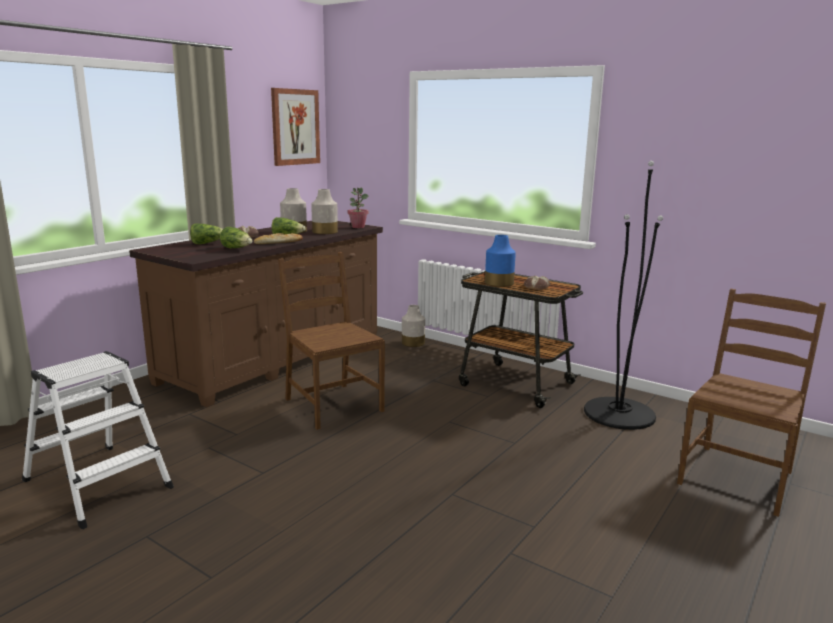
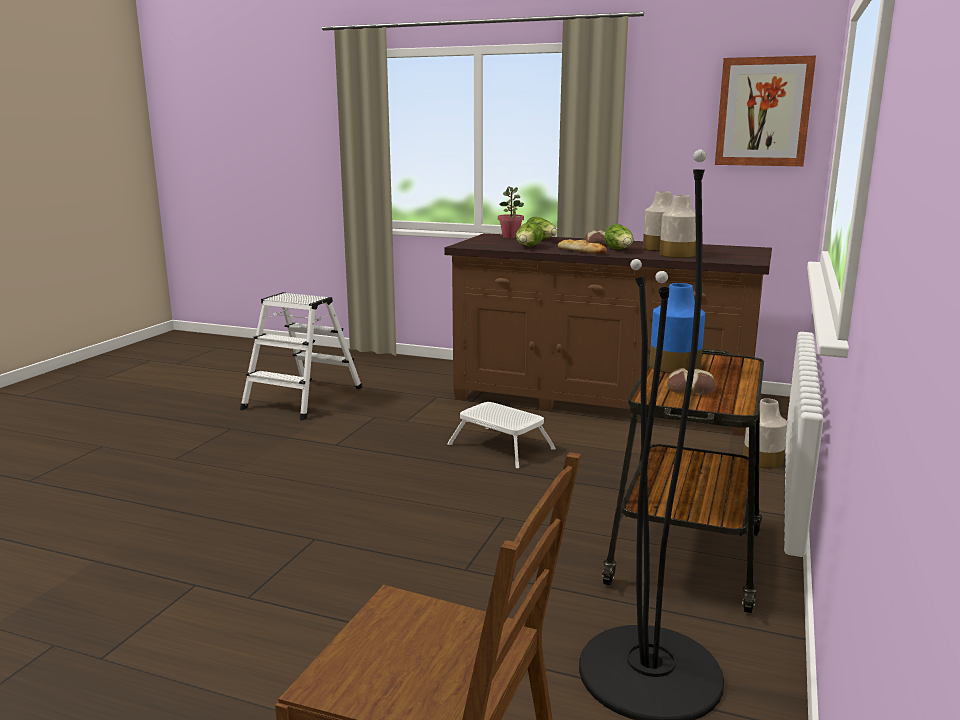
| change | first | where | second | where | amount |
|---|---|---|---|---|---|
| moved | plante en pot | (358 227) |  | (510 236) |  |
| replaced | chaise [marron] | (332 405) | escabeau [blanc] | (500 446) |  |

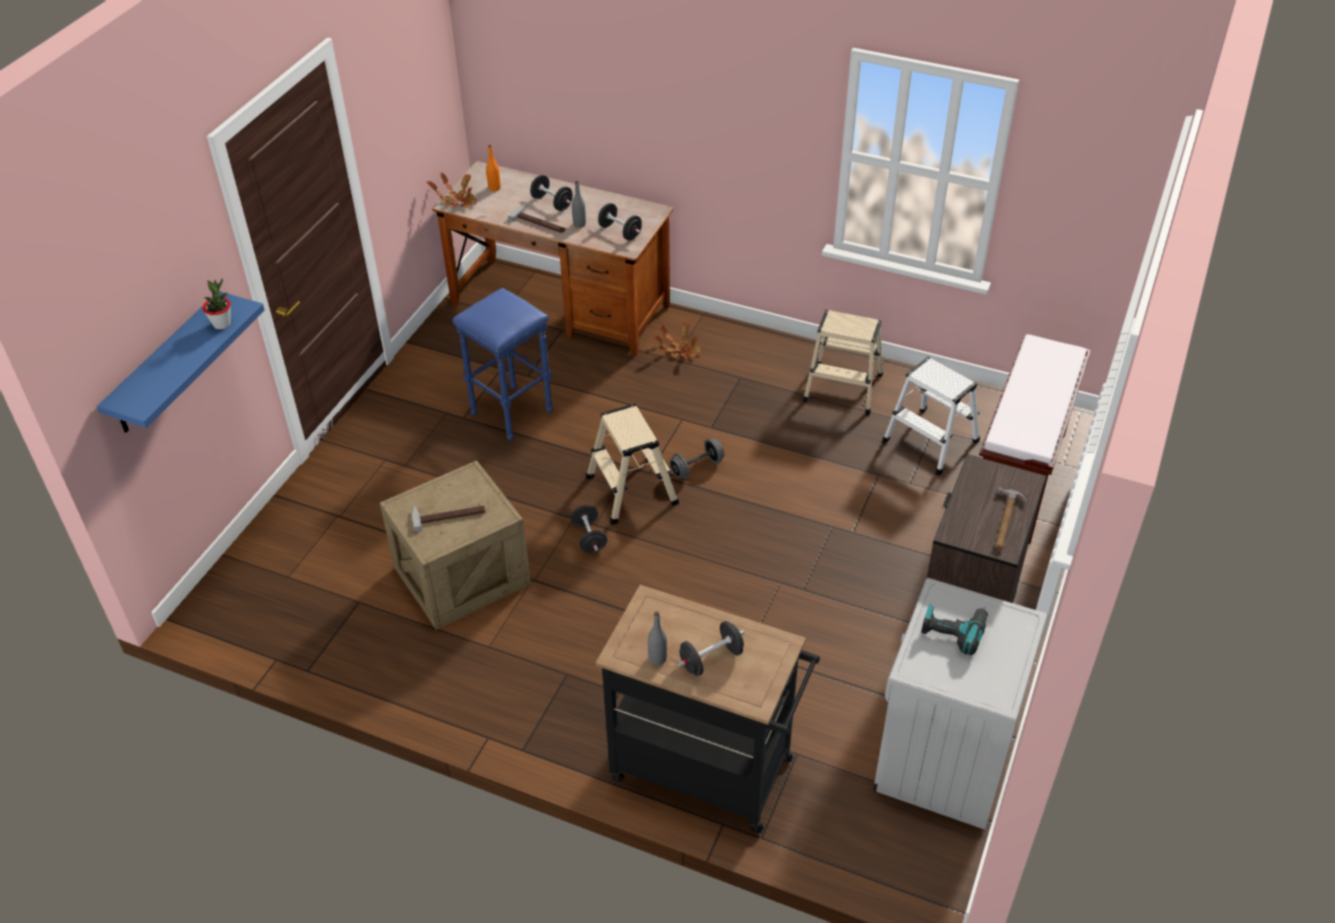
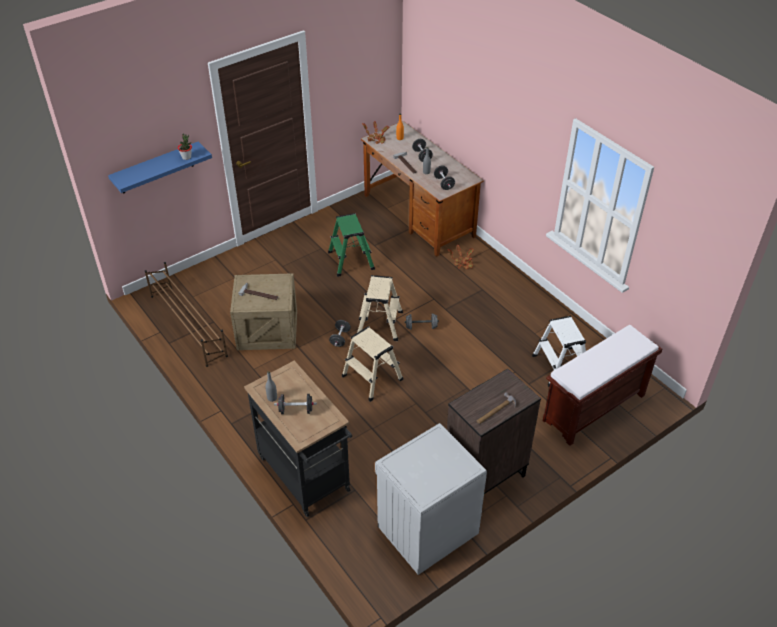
| change | first | where | second | where | amount |
|---|---|---|---|---|---|
| replaced | tabouret [bleu] | (509 412) | escabeau [vert] | (351 260) |  |
| moved | escabeau [beige] | (842 387) |  | (372 377) |  |
| removed | perceuse | (953 629) |  |  |  |
| added |  |  | étagère à chaussures [marron] | (188 325) |  |

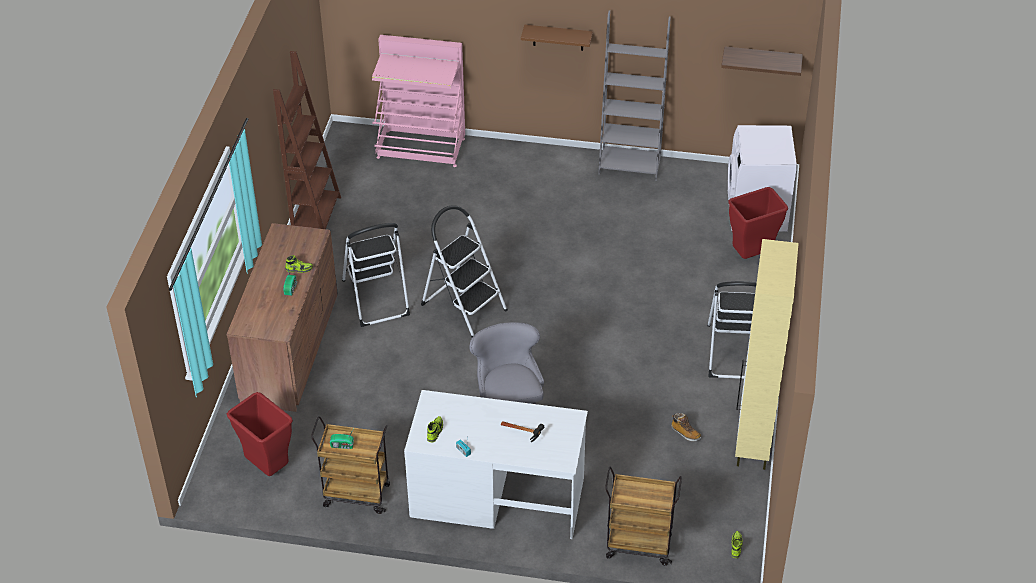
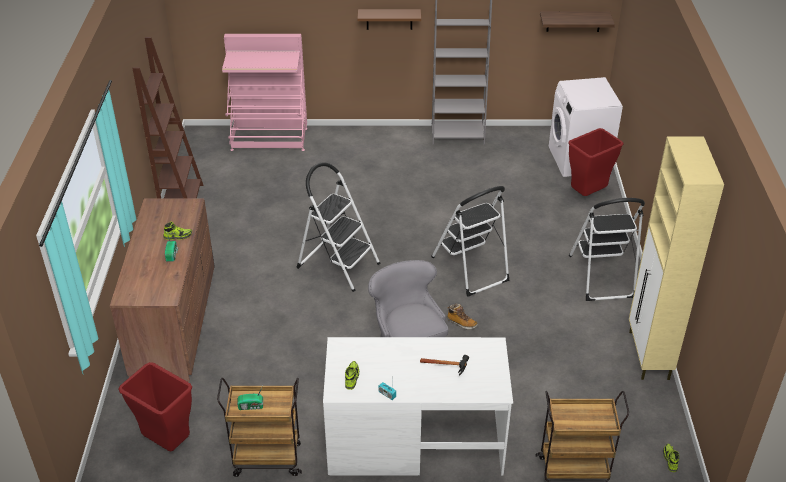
| change | first | where | second | where | amount |
|---|---|---|---|---|---|
| moved | escabeau | (375 299) |  | (470 270) |  |
| moved | botte | (685 433) |  | (461 323) |  |

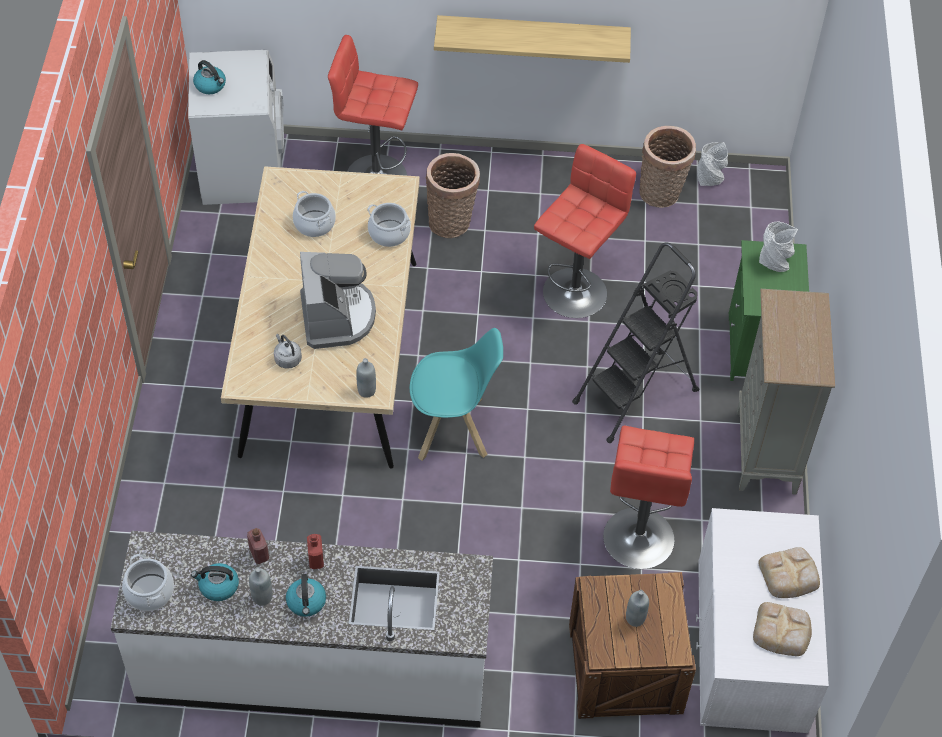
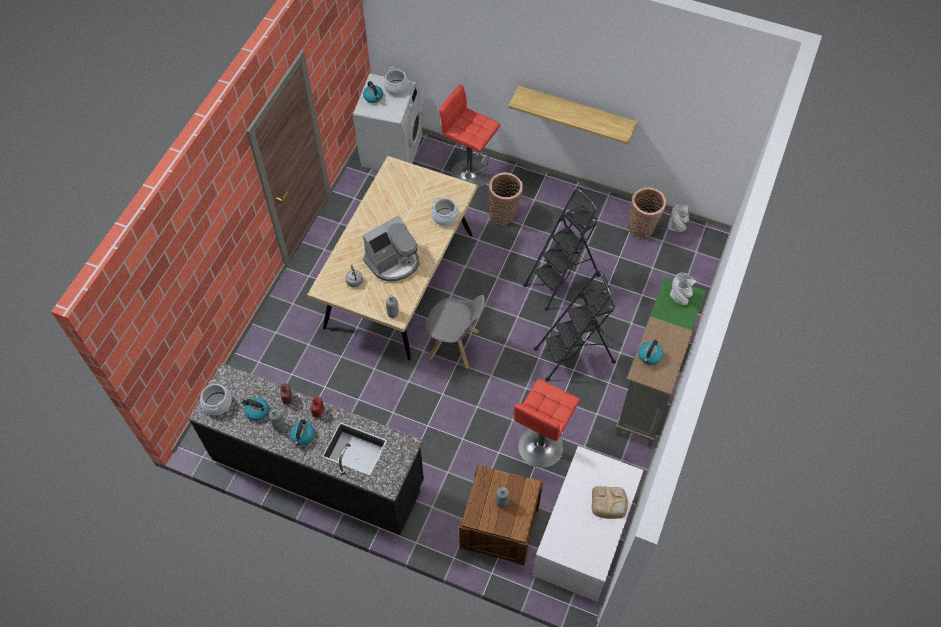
| change | first | where | second | where | amount |
|---|---|---|---|---|---|
| replaced | tabouret [rouge] | (575 293) | escabeau | (562 279) |  |
| moved | marmite | (314 224) |  | (396 87) |  |
| turned | machine à café | (337 317) |  | (393 262) | 45 degrees clockwise |
| recoloured | chaise [turquoise] | (453 428) | chaise [gris] | (455 345) |  |
| recoloured | comptoir de cuisine [blanc] | (314 668) | comptoir de cuisine [noir] | (318 470) |  |
| removed | pain | (782 632) |  |  |  |
| added |  |  | bouilloire | (649 356) |  |

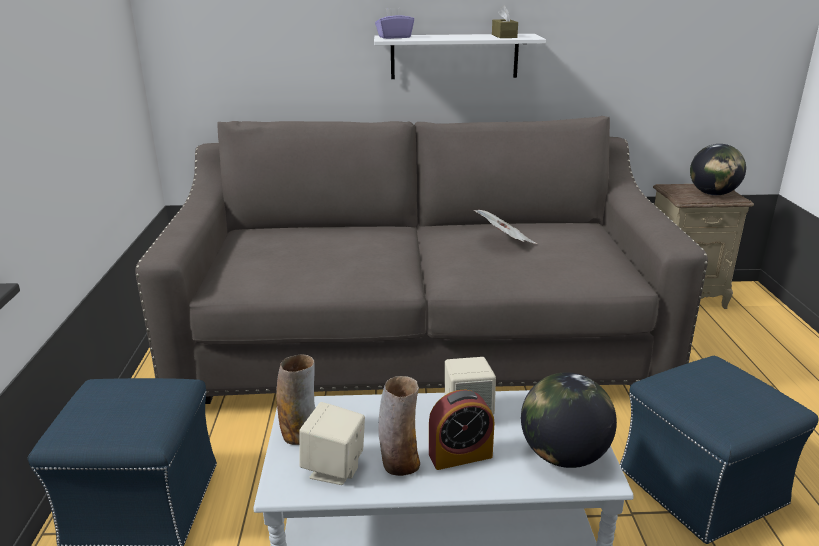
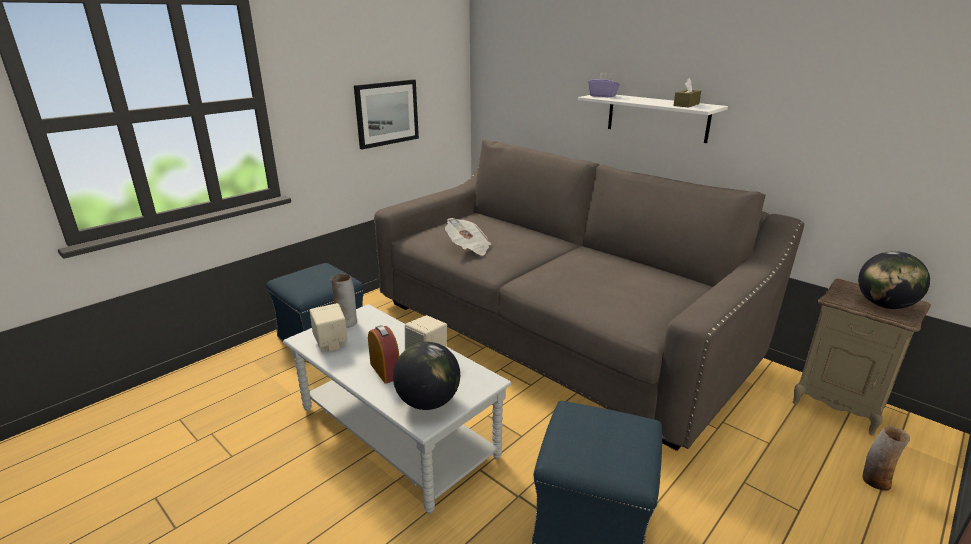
| change | first | where | second | where | amount |
|---|---|---|---|---|---|
| moved | journal | (505 242) |  | (468 248) |  |
| moved | vase | (399 464) |  | (875 481) |  |
| turned | réveil | (460 455) |  | (385 370) | 150 degrees counterclockwise |
| added |  |  | tableau | (387 113) |  |

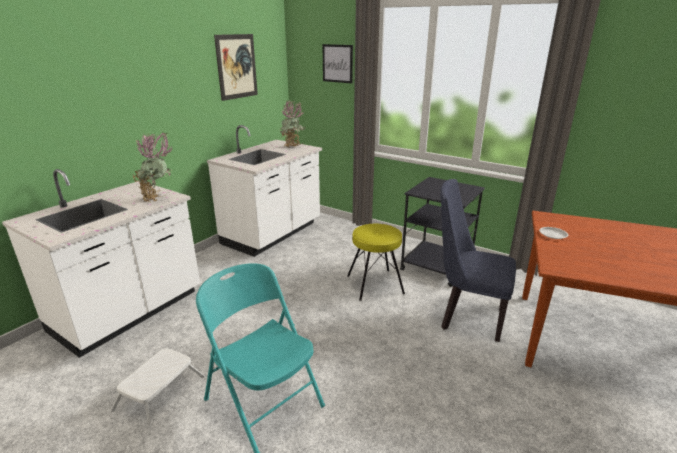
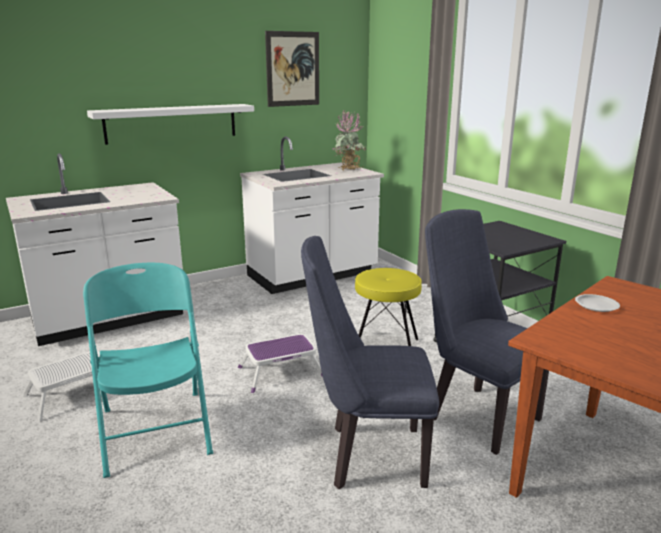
| change | first | where | second | where | amount |
|---|---|---|---|---|---|
| removed | tableau | (337 63) |  |  |  |
| removed | plante en pot | (159 199) |  |  |  |
| added |  |  | étagère [blanc] | (172 123) |  |
| added |  |  | chaise [bleu] | (367 456) |  |
| added |  |  | escabeau [violet] | (281 372) |  |

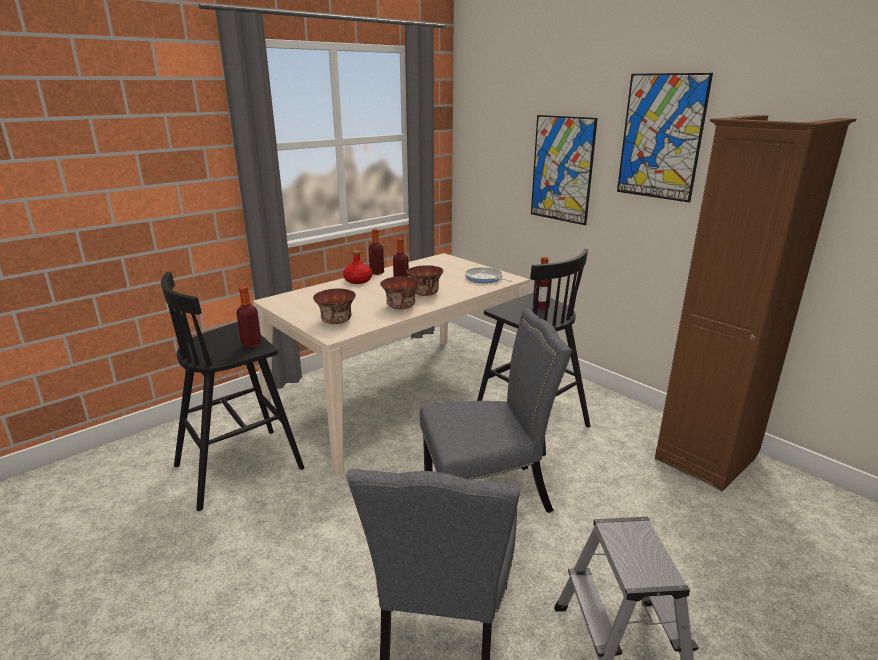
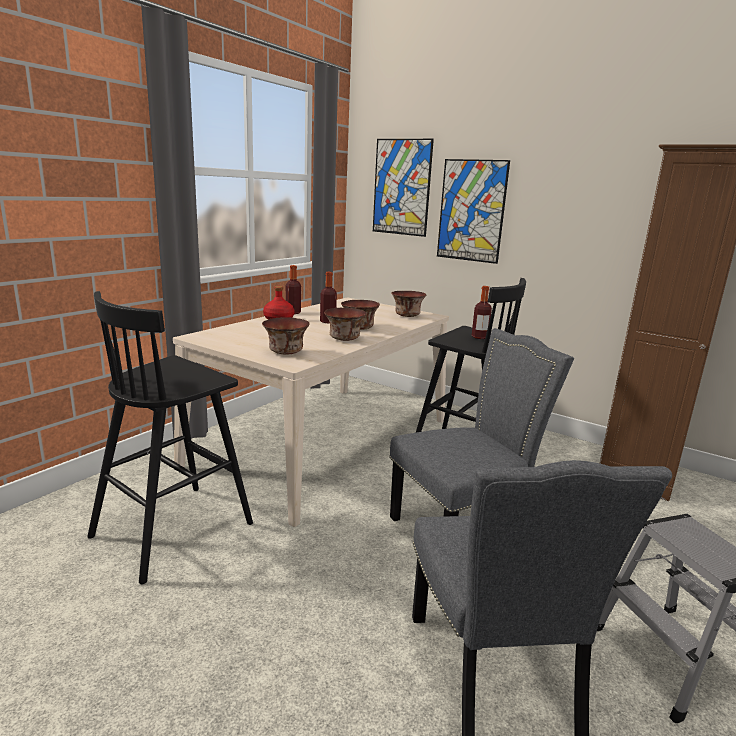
| change | first | where | second | where | amount |
|---|---|---|---|---|---|
| moved | tableau | (661 137) |  | (401 187) |  |
| replaced | poêle | (485 278) | bol | (407 316) |  |
| removed | bouteille | (251 344) |  |  |  |

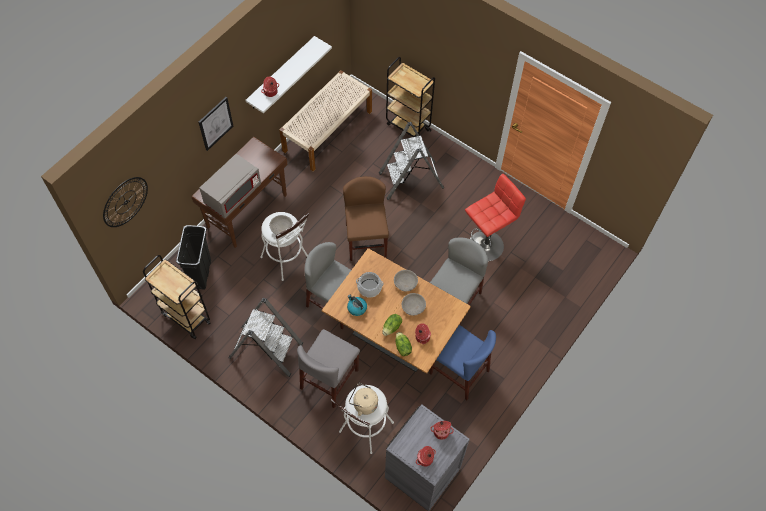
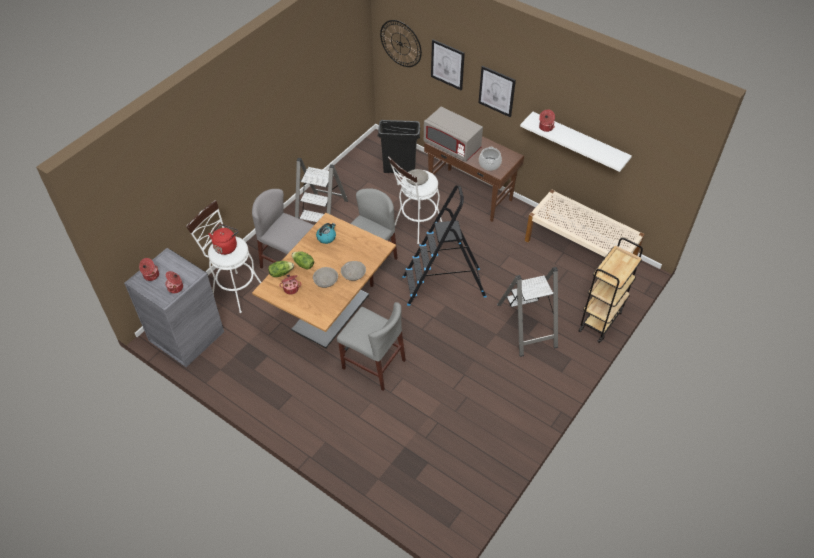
| change | first | where | second | where | amount |
|---|---|---|---|---|---|
| removed | tabouret [rouge] | (486 246) |  |  |  |
| replaced | chaise [marron] | (366 241) | escabeau [noir] | (443 287) |  |
| removed | chariot [marron] | (186 319) |  |  |  |
| moved | marmite | (369 288) |  | (489 164) |  |
| removed | chaise [bleu] | (459 372) |  |  |  |
| recoloured | bouilloire [beige] | (363 404) | bouilloire [rouge] | (226 246) |  |
| added |  |  | tableau | (447 64) |  |

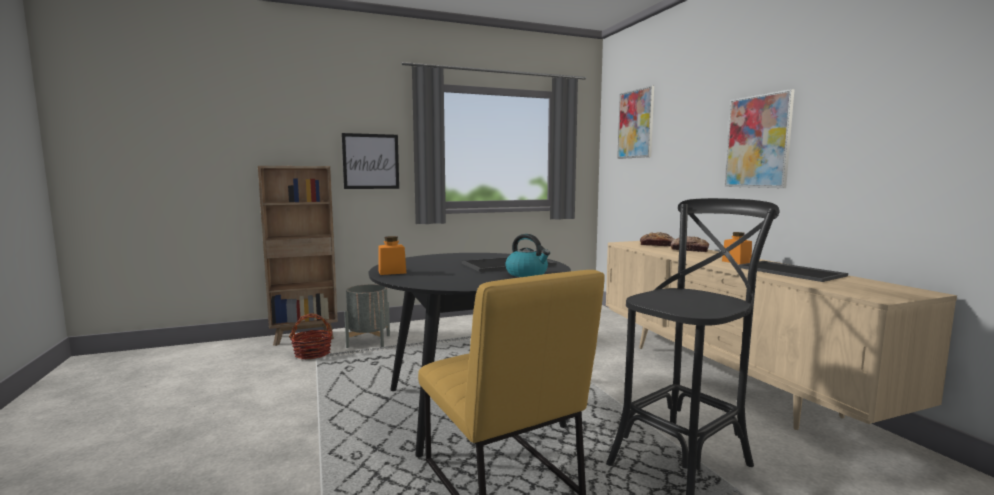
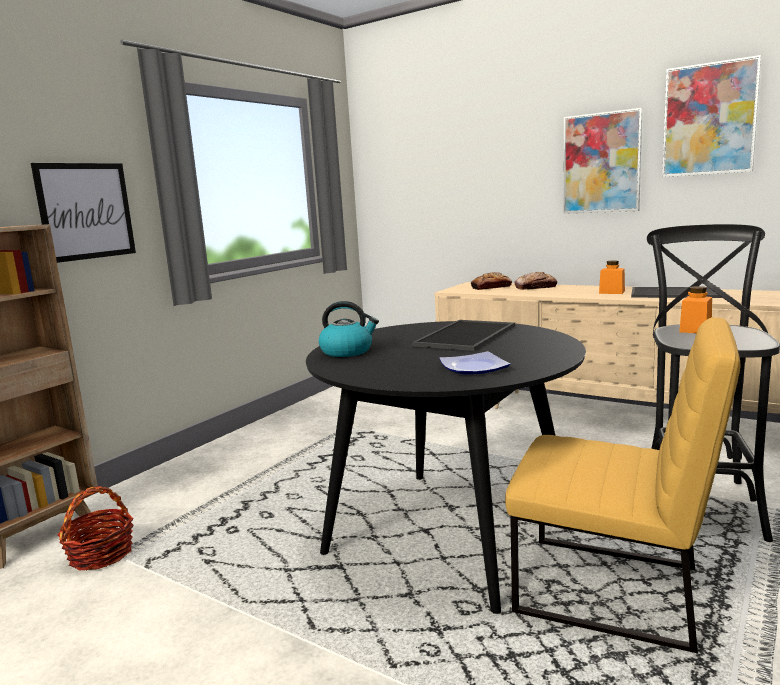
| change | first | where | second | where | amount |
|---|---|---|---|---|---|
| moved | tableau | (636 124) |  | (709 119) |  |
| moved | bouilloire | (527 274) |  | (347 351) |  |
| moved | bocal [orange] | (392 272) |  | (695 330) |  |
| removed | cache-pot [gris] | (368 341) |  |  |  |
| added |  |  | assiette | (474 367) |  |

